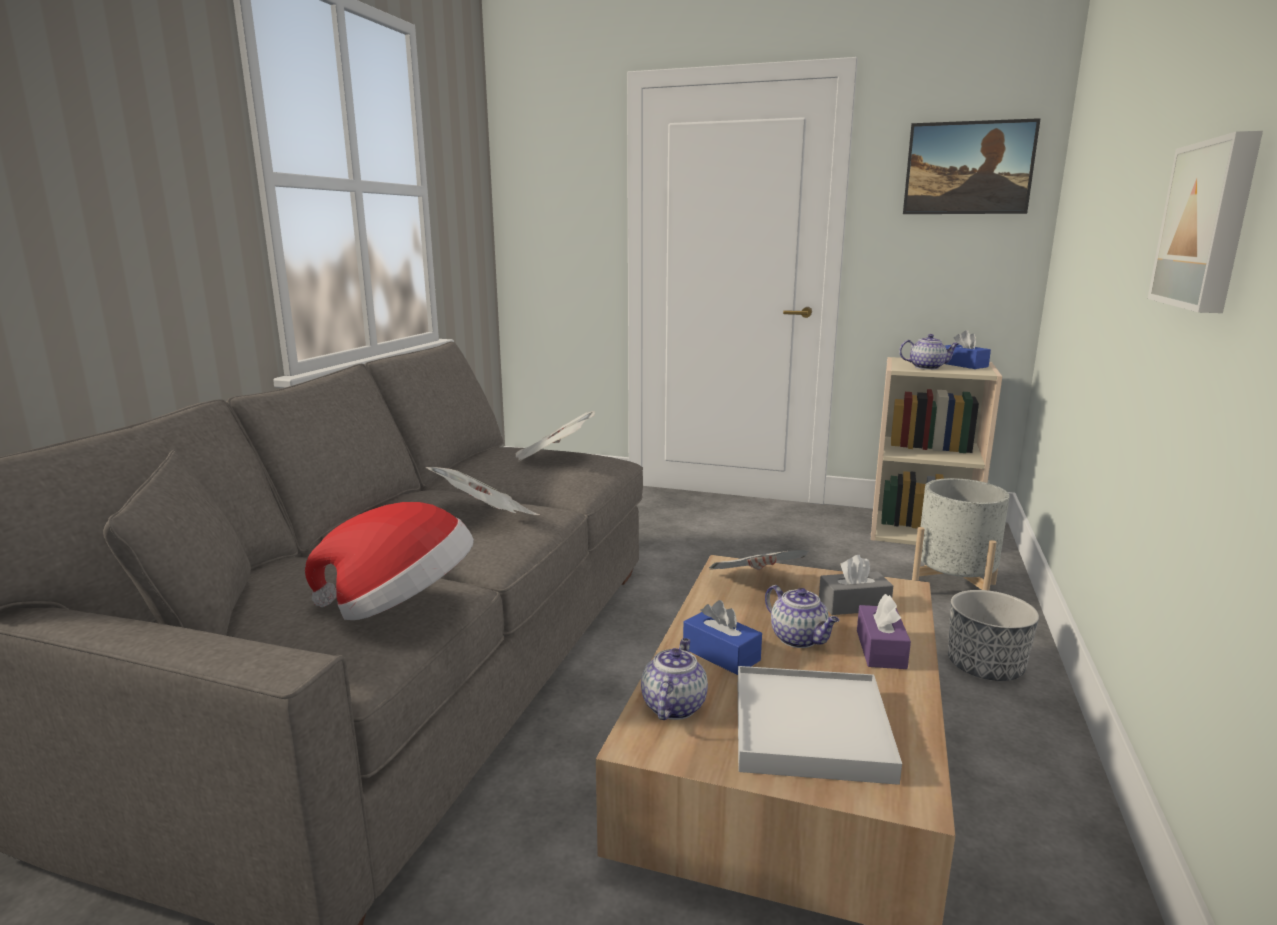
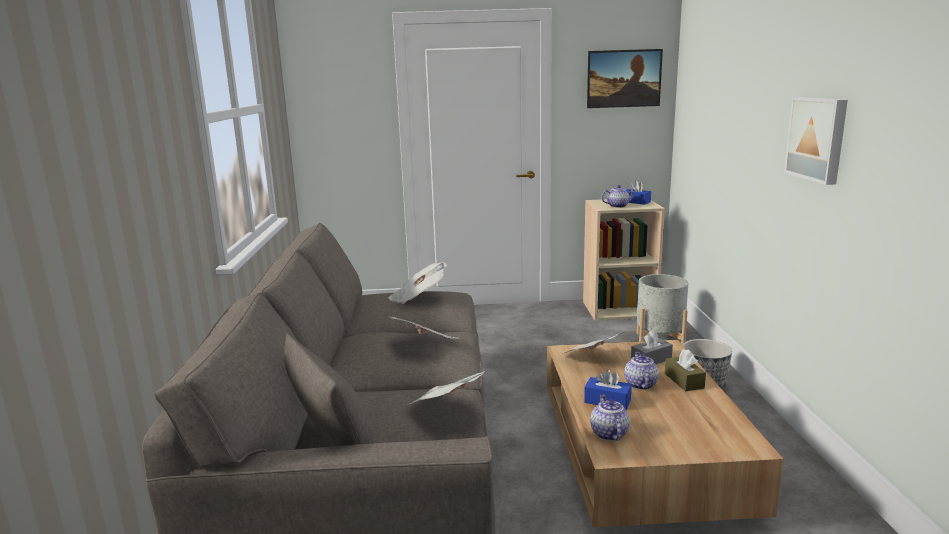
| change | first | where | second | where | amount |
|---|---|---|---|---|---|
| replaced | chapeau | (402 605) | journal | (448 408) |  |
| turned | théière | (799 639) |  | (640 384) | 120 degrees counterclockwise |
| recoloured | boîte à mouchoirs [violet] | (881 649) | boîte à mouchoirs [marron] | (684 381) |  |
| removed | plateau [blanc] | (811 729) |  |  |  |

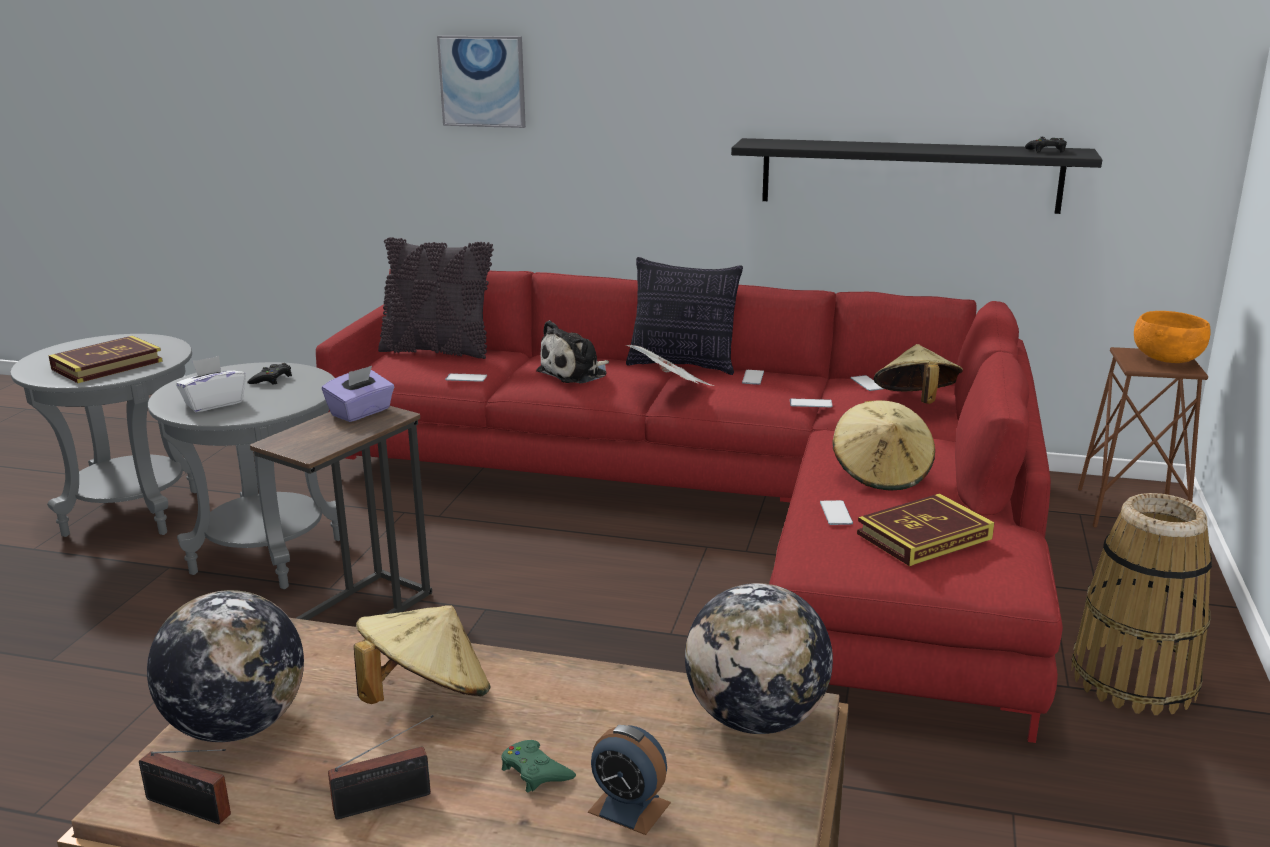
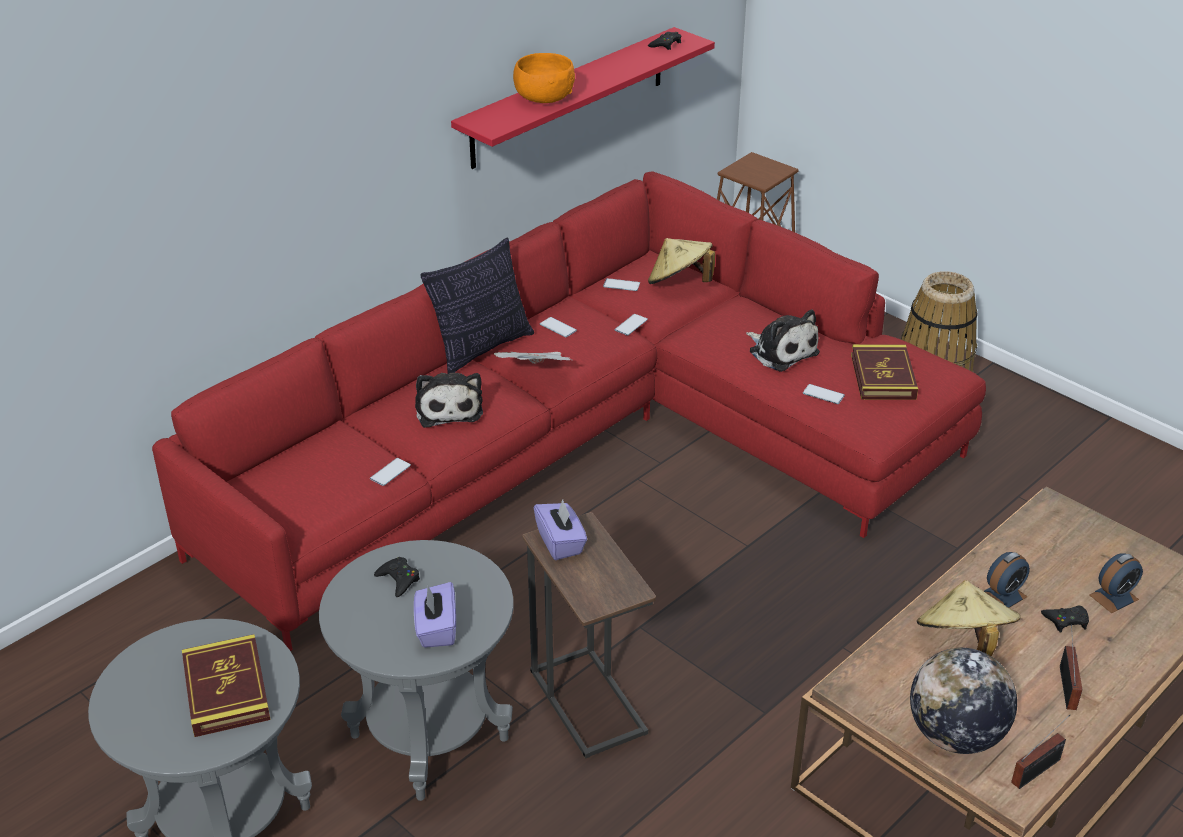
| change | first | where | second | where | amount |
|---|---|---|---|---|---|
| removed | tableau | (482 81) |  |  |  |
| recoloured | étagère [noir] | (909 175) | étagère [rouge] | (569 97) |  |
| removed | coussin [noir] | (438 350) |  |  |  |
| moved | bol [orange] | (1166 359) |  | (544 98) |  |
| recoloured | boîte à mouchoirs [blanc] | (214 403) | boîte à mouchoirs [violet] | (436 629) |  |
| replaced | chapeau [beige] | (881 473) | peluche | (781 351) |  |
| removed | globe | (756 719) |  |  |  |
| recoloured | manette [vert] | (535 771) | manette [noir] | (1066 621) |  |
| added |  |  | réveil | (1002 596) |  |

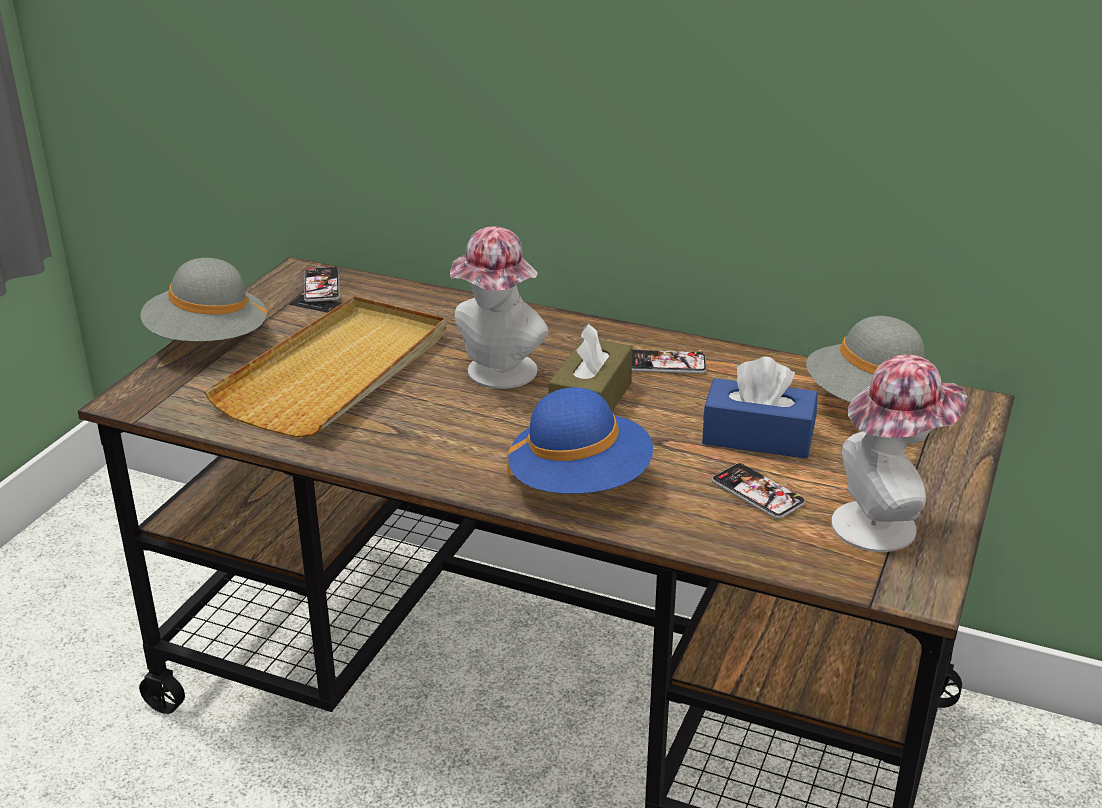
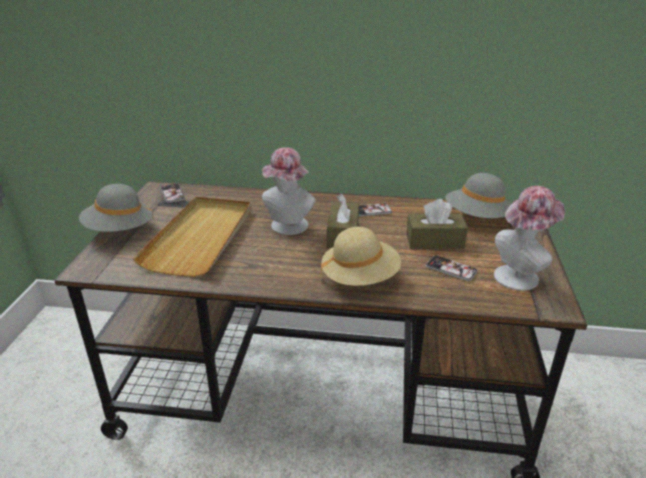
| change | first | where | second | where | amount |
|---|---|---|---|---|---|
| recoloured | boîte à mouchoirs [bleu] | (758 437) | boîte à mouchoirs [marron] | (434 241) |  |
| recoloured | chapeau [bleu] | (580 482) | chapeau [beige] | (360 278) |  |

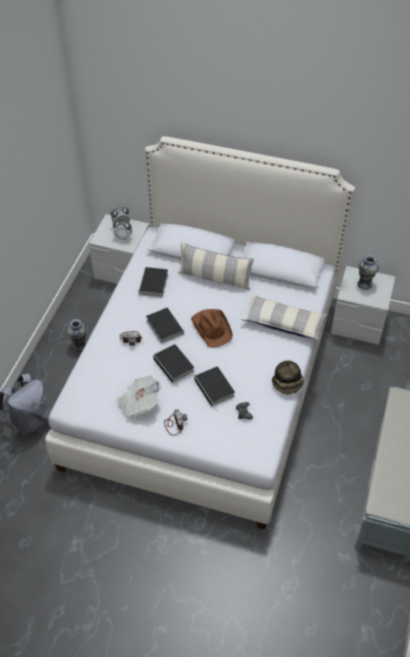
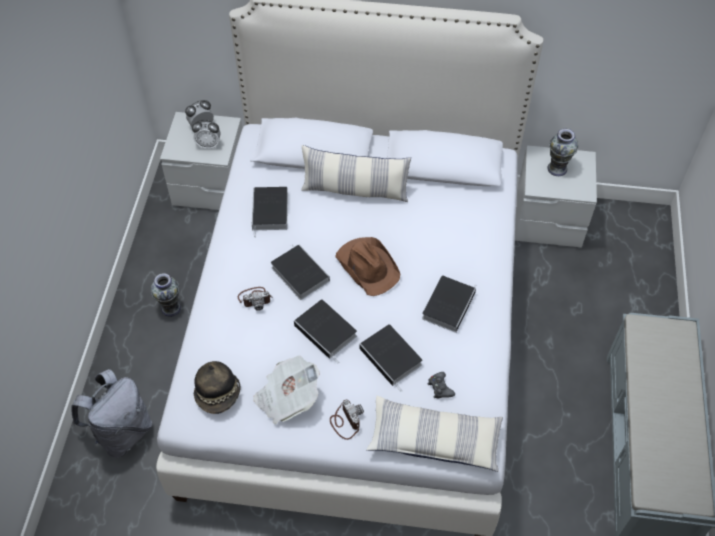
| change | first | where | second | where | amount |
|---|---|---|---|---|---|
| moved | coussin | (283 323) |  | (434 439) |  |
| moved | chapeau | (287 384) |  | (218 394) |  |
| added |  |  | livre | (448 304) |  |

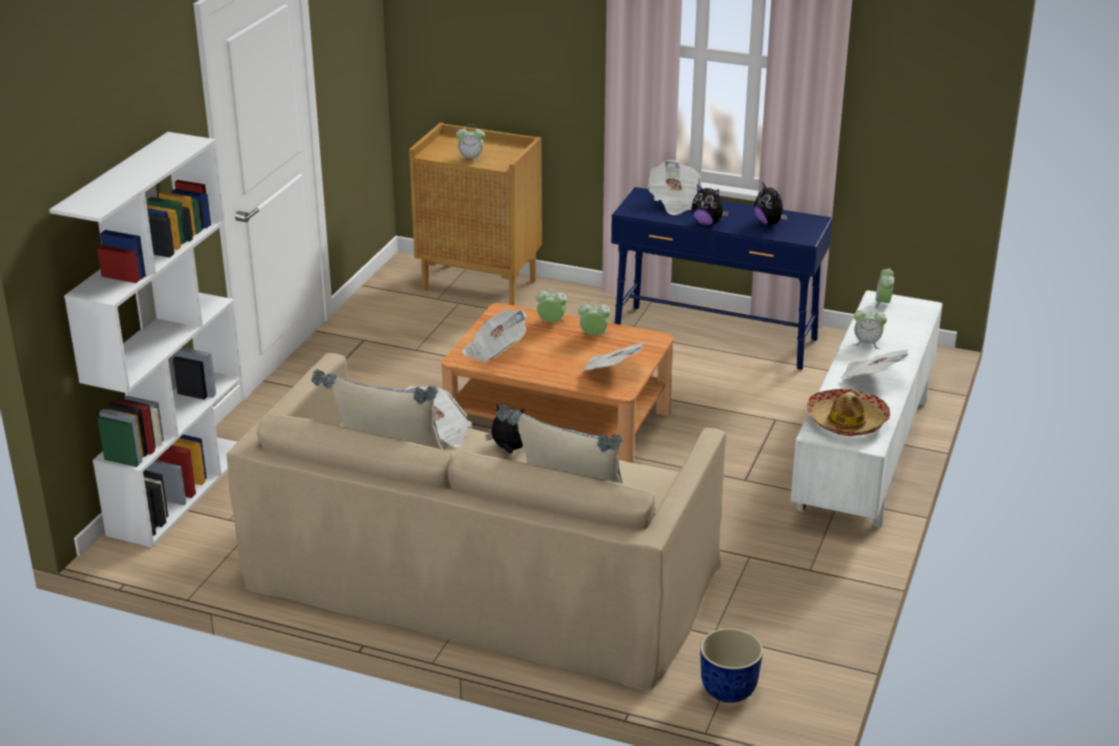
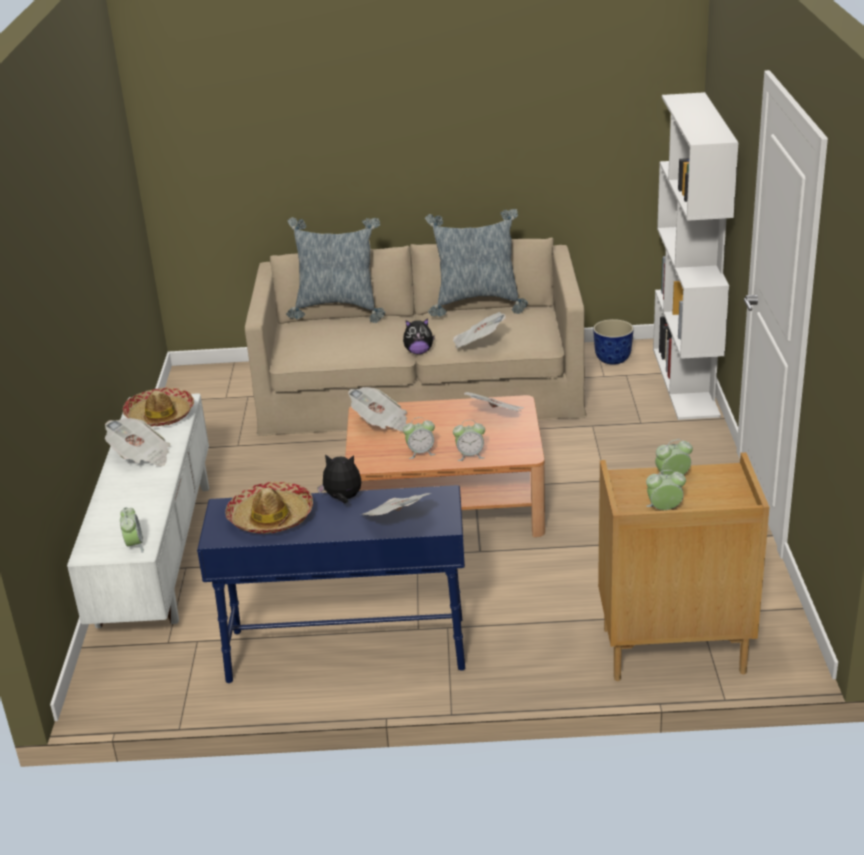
| change | first | where | second | where | amount |
|---|---|---|---|---|---|
| replaced | peluche | (769 223) | chapeau | (271 517) |  |
| moved | réveil | (867 343) |  | (664 509) |  |
| moved | cache-pot | (727 691) |  | (613 359) |  |

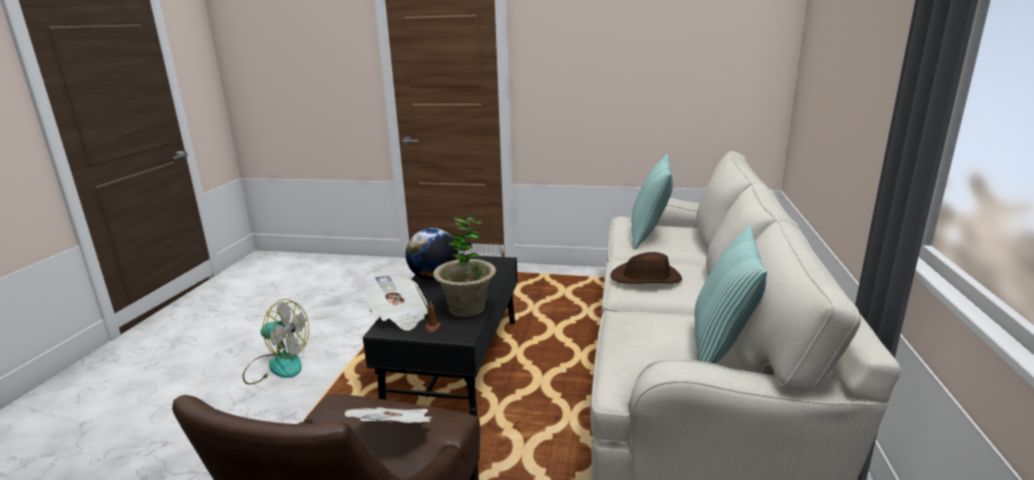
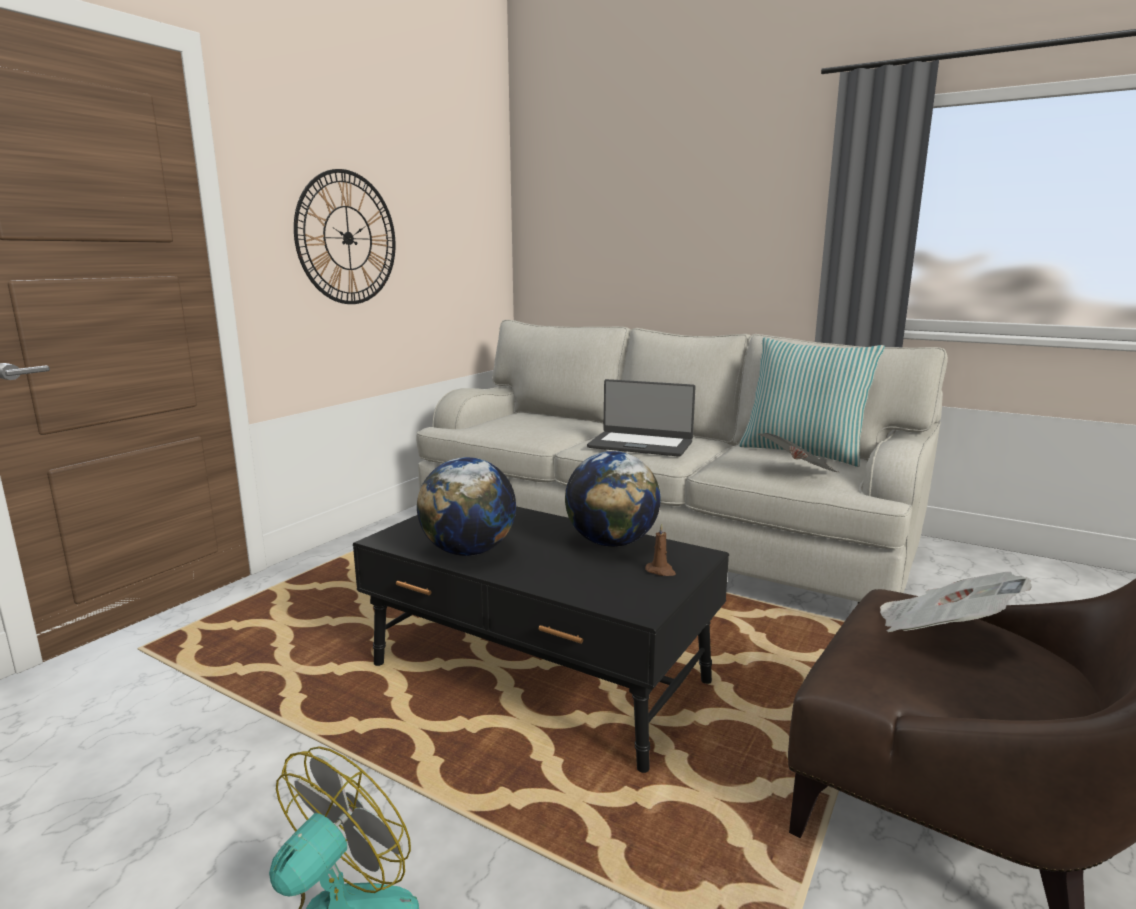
| change | first | where | second | where | amount |
|---|---|---|---|---|---|
| removed | coussin | (649 235) |  |  |  |
| replaced | plante en pot | (467 308) | globe | (612 542) |  |
| replaced | chapeau [marron] | (646 278) | ordinateur portable | (640 444) |  |
| moved | journal | (399 316) |  | (798 474) |  |
| added |  |  | horloge murale | (347 238) |  |

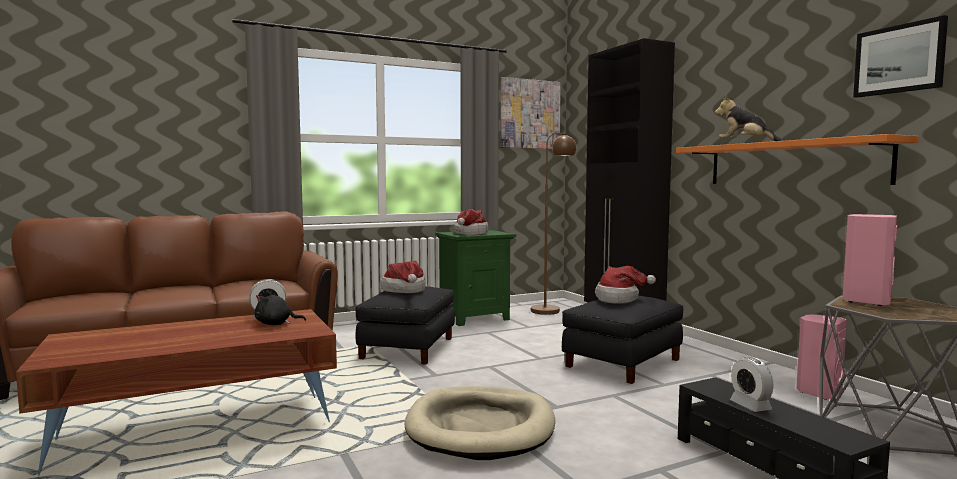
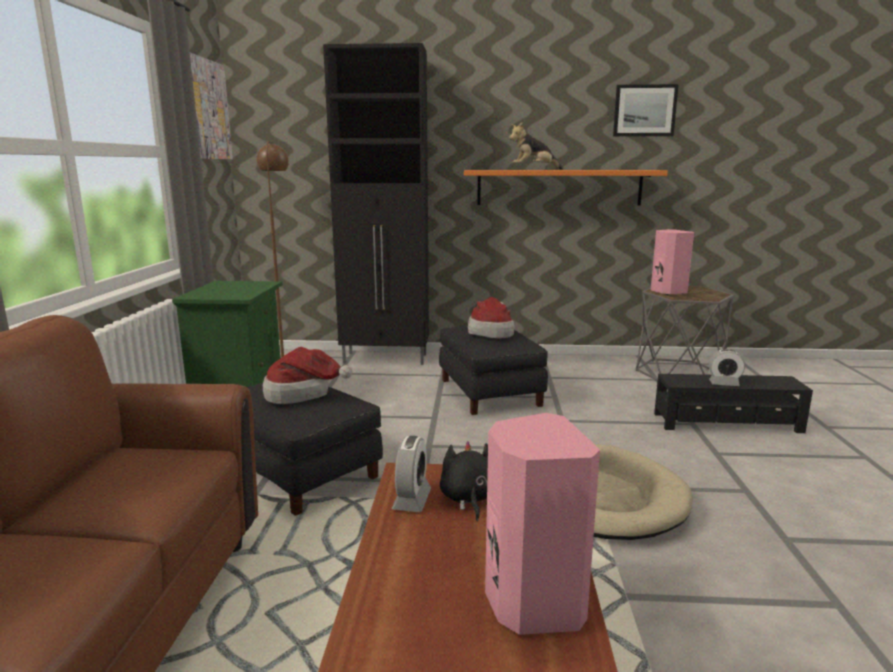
| change | first | where | second | where | amount |
|---|---|---|---|---|---|
| removed | chapeau | (469 233) |  |  |  |
| turned | peluche [noir] | (276 324) |  | (469 499) | 150 degrees clockwise |
| moved | enceinte [rose] | (818 392) |  | (531 603) |  |

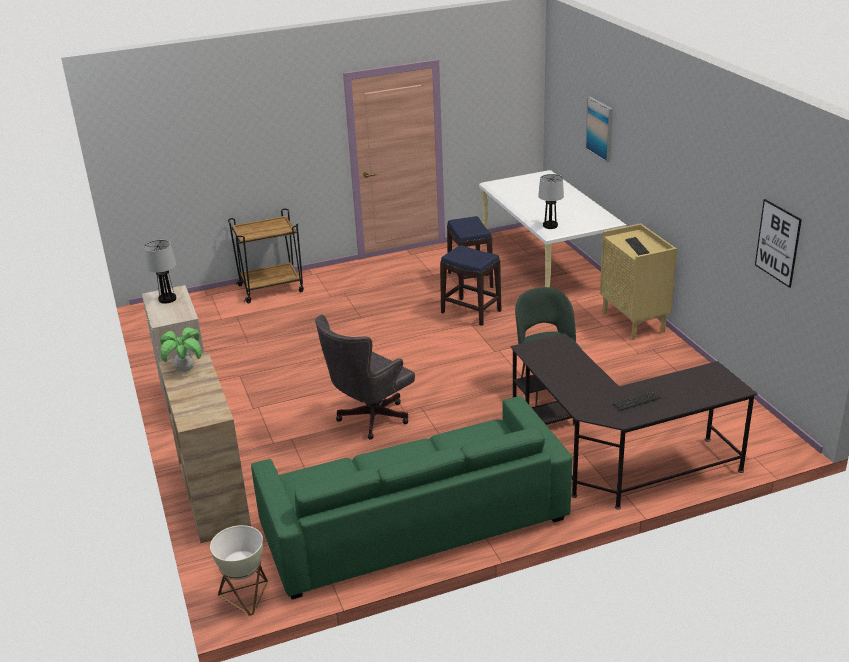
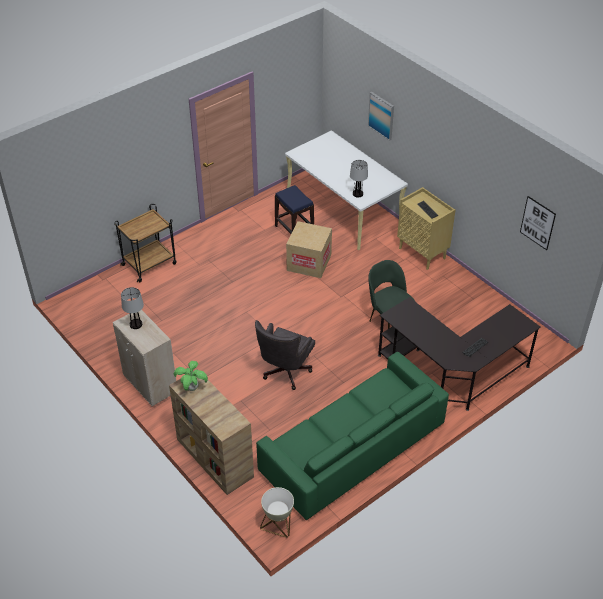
| change | first | where | second | where | amount |
|---|---|---|---|---|---|
| replaced | tabouret | (471 312) | carton | (309 262) |  |

